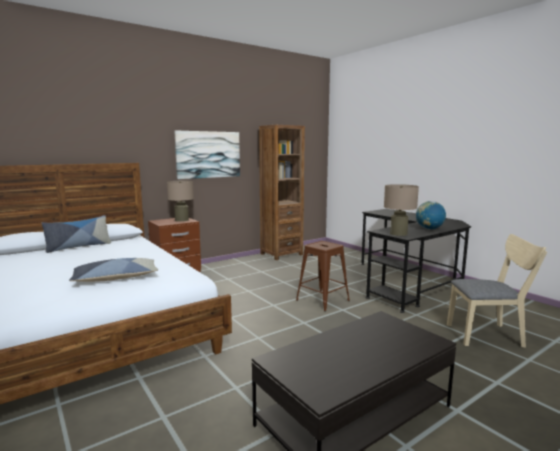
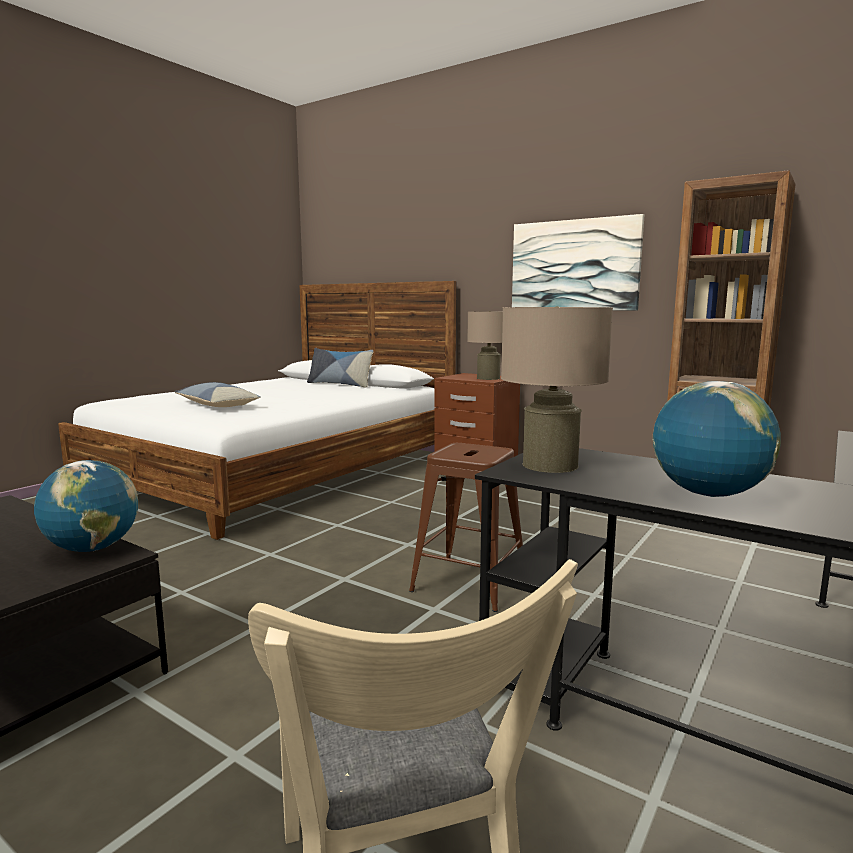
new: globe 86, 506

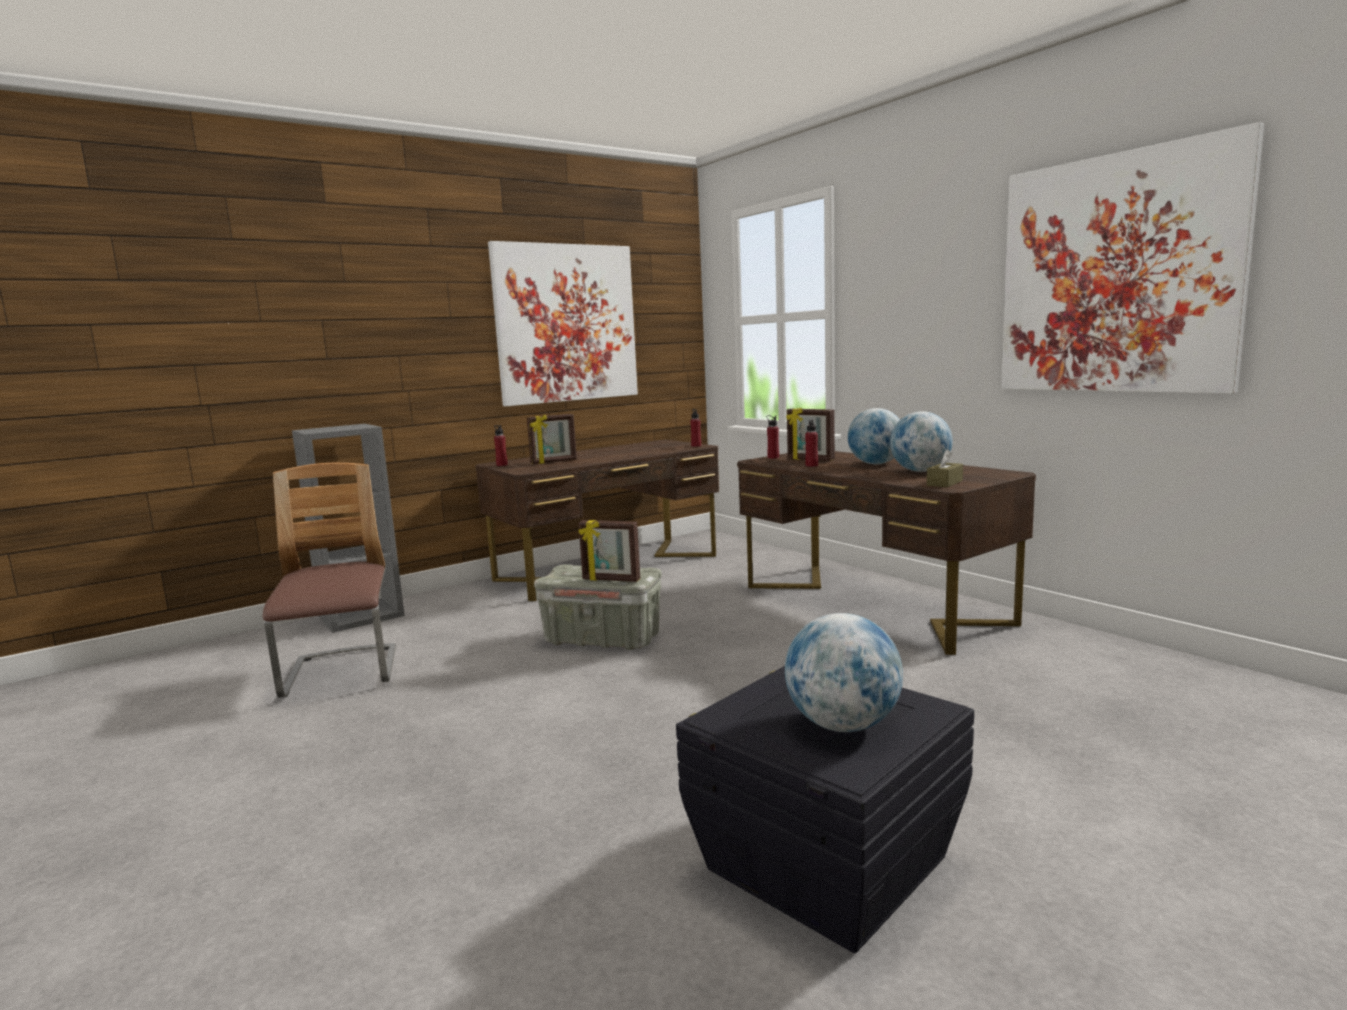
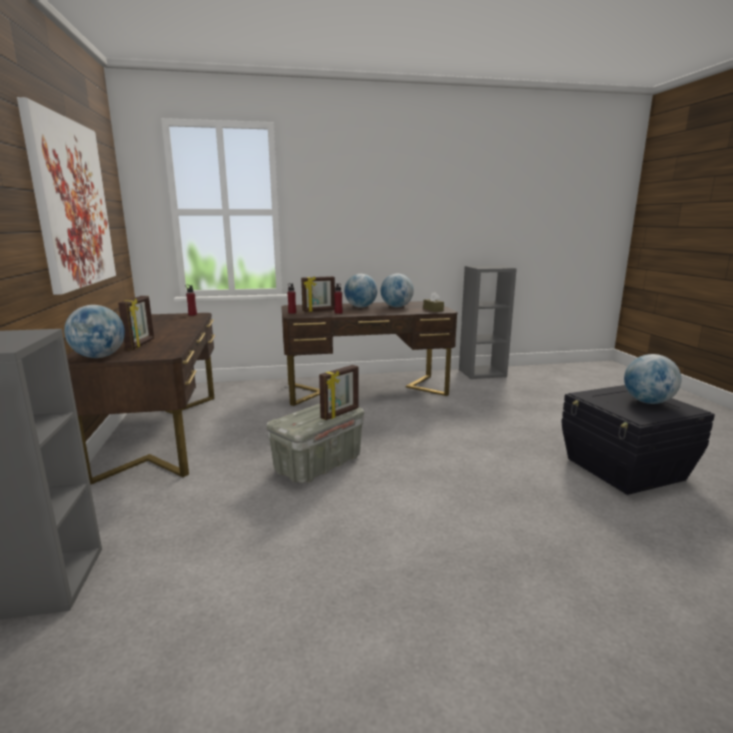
gone: chaise 329, 580; tableau 1132, 258
new: bibliothèque (gris) 488, 322
swapped: bouteille (rouge) 501, 445 to globe 94, 331

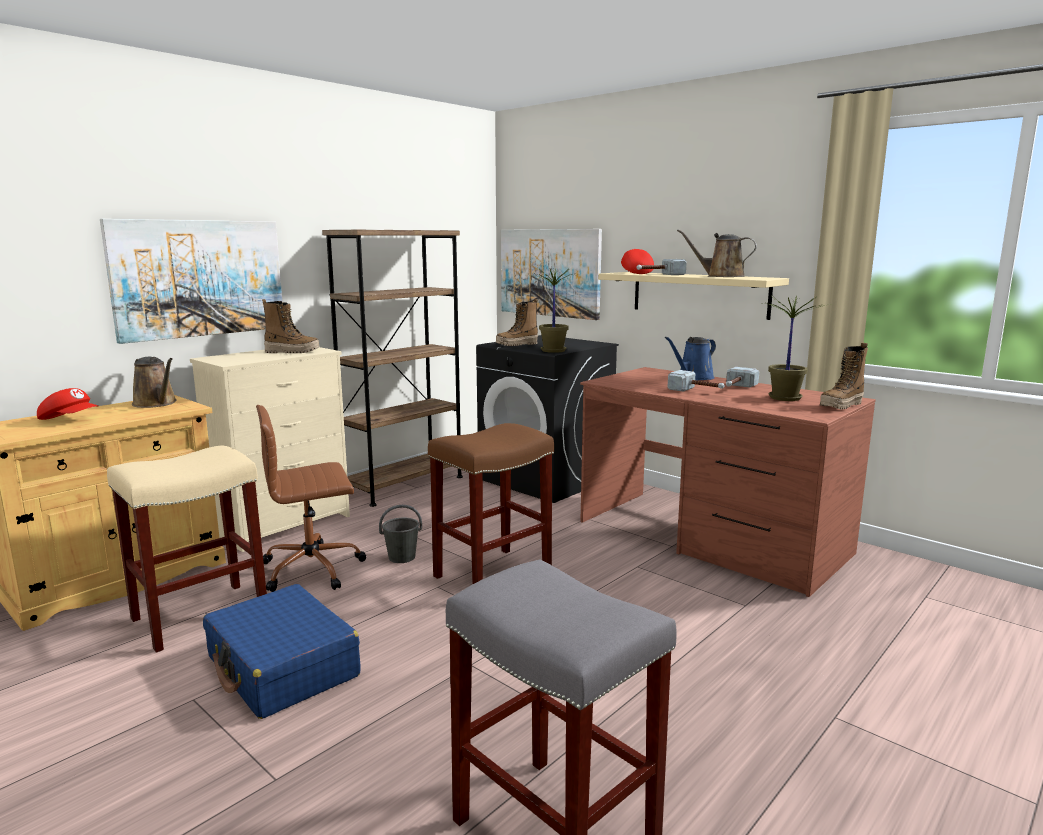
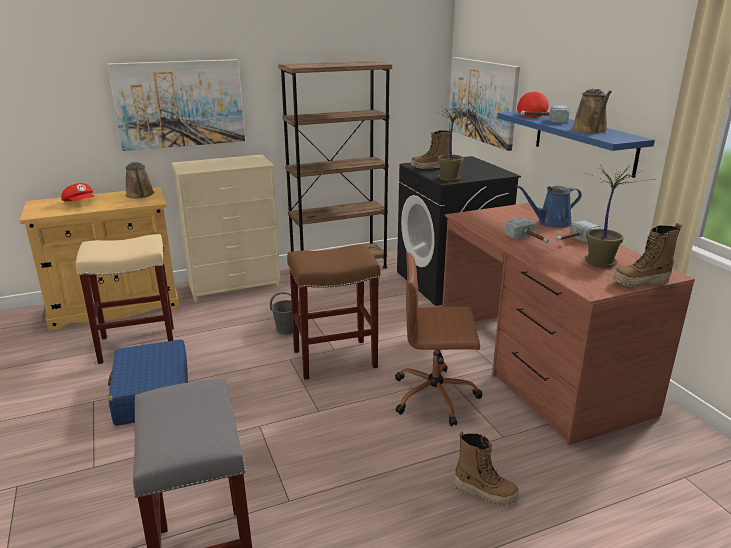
shifted: chaise de bureau (marron) 311, 498 to 439, 339; botte 291, 326 to 486, 468
repainted: étagère (beige) 693, 296 to étagère (bleu) 576, 144
rotated: arrosoir (marron) 717, 253 = 592, 111 135 degrees counterclockwise

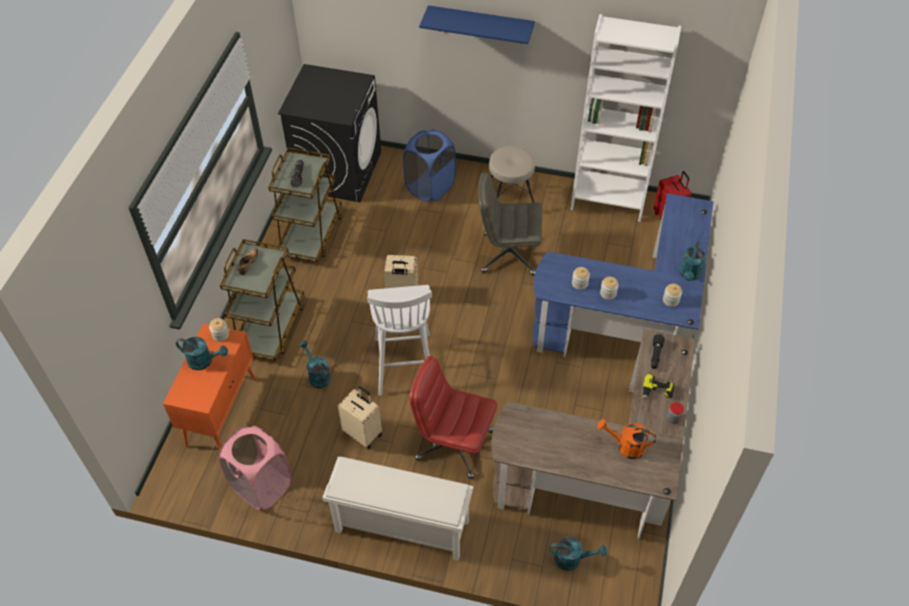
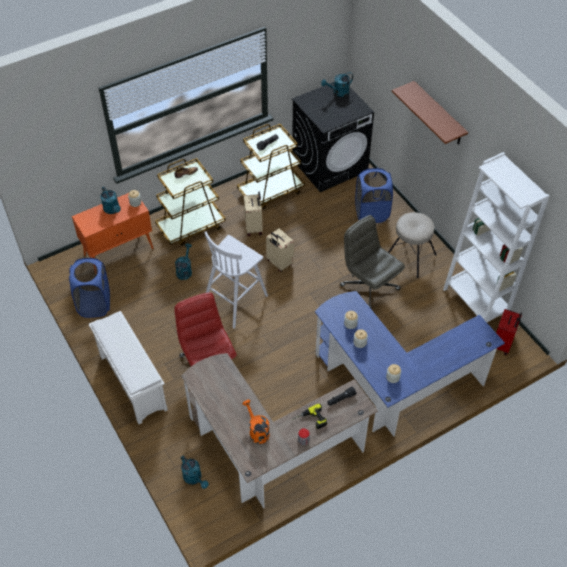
shifted: valise (beige) 360, 417 to 253, 214; arrosoir (turquoise) 692, 261 to 337, 84
repainted: panier à linge (rose) 255, 468 to panier à linge (bleu) 89, 288; étagère (bleu) 477, 24 to étagère (marron) 430, 113

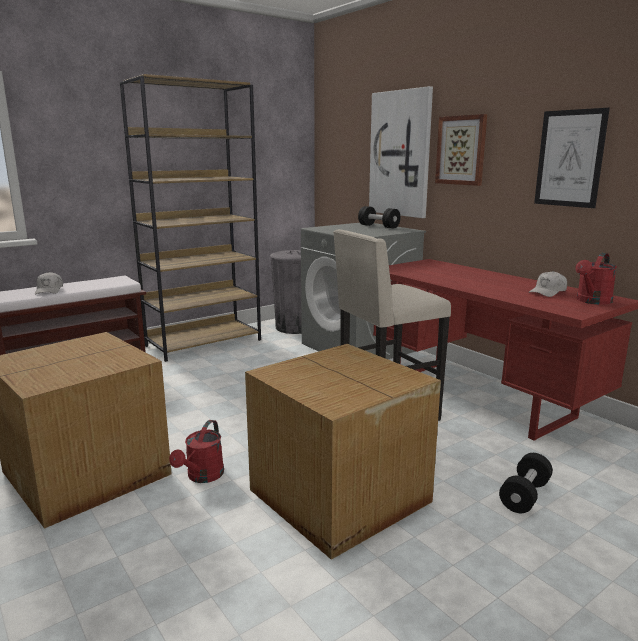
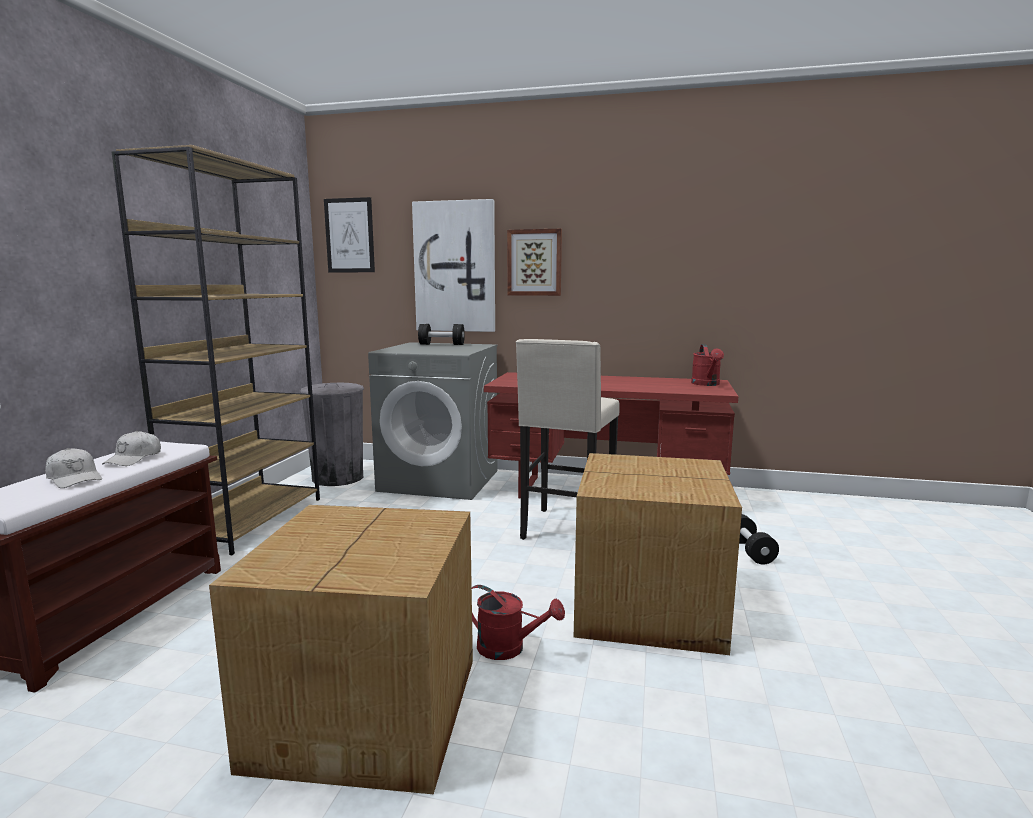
shifted: casquette (blanc) 547, 284 to 131, 448; tableau 572, 158 to 349, 234
rotated: arrosoir (rouge) 196, 451 = 518, 622 45 degrees counterclockwise

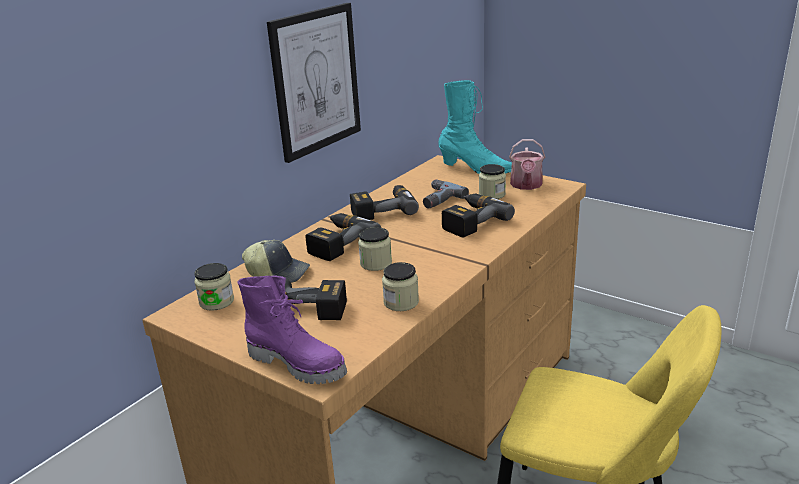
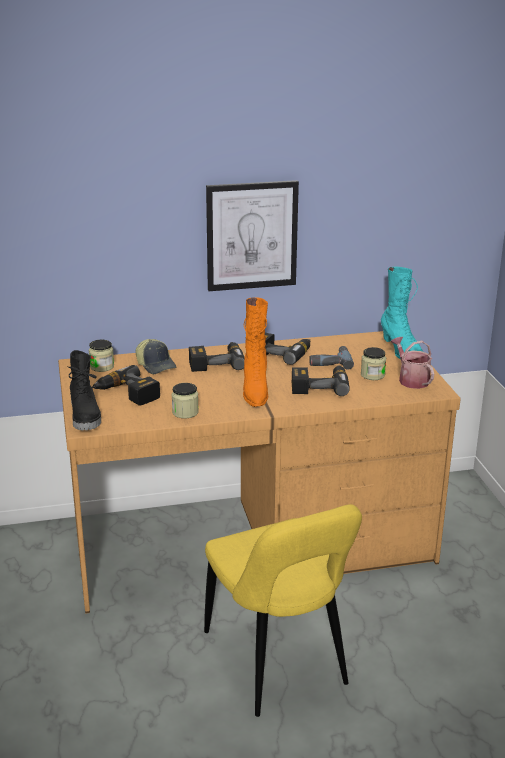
gone: bocal 375, 249
new: botte (orange) 255, 352
repainted: botte (violet) 292, 330 to botte (noir) 85, 390
rotated: arrosoir 527, 164 = 412, 363 105 degrees clockwise

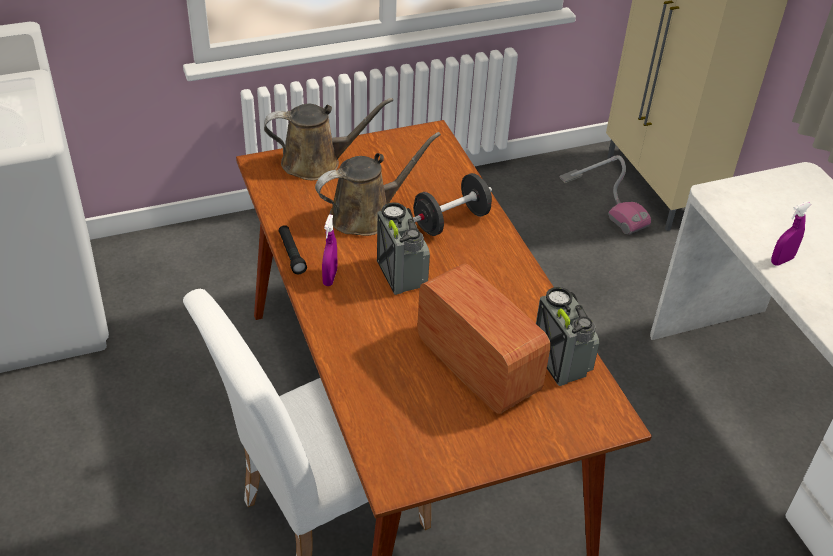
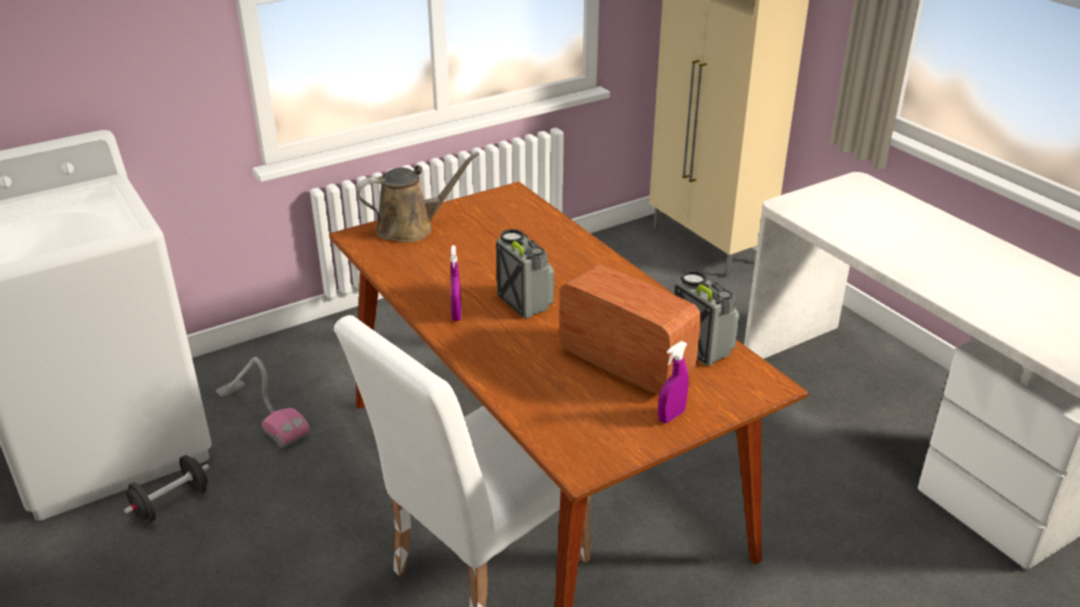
gone: lampe de poche (noir) 293, 249; arrosoir (marron) 378, 184
shifted: haltère (noir) 452, 204 to 166, 489; aspirateur 605, 195 to 263, 402; vaporisateur (violet) 791, 233 to 673, 382

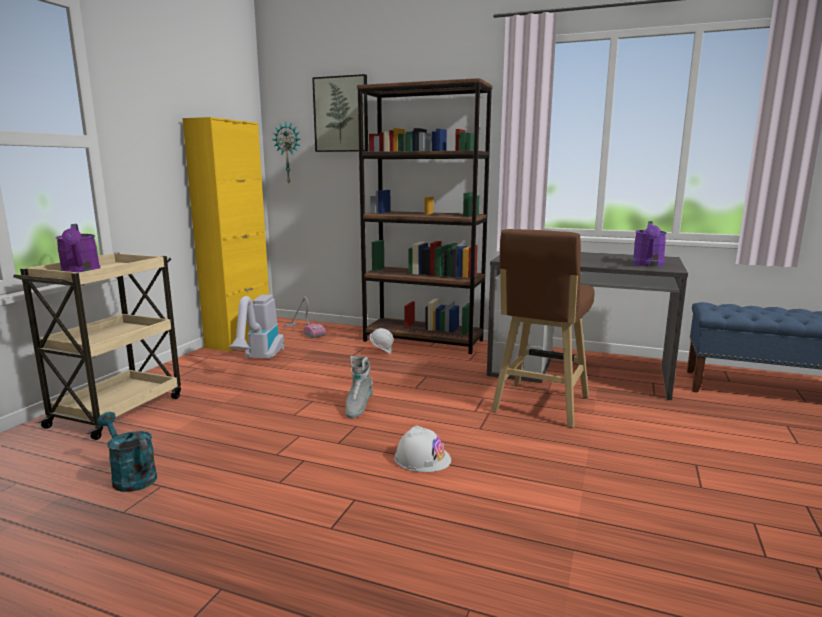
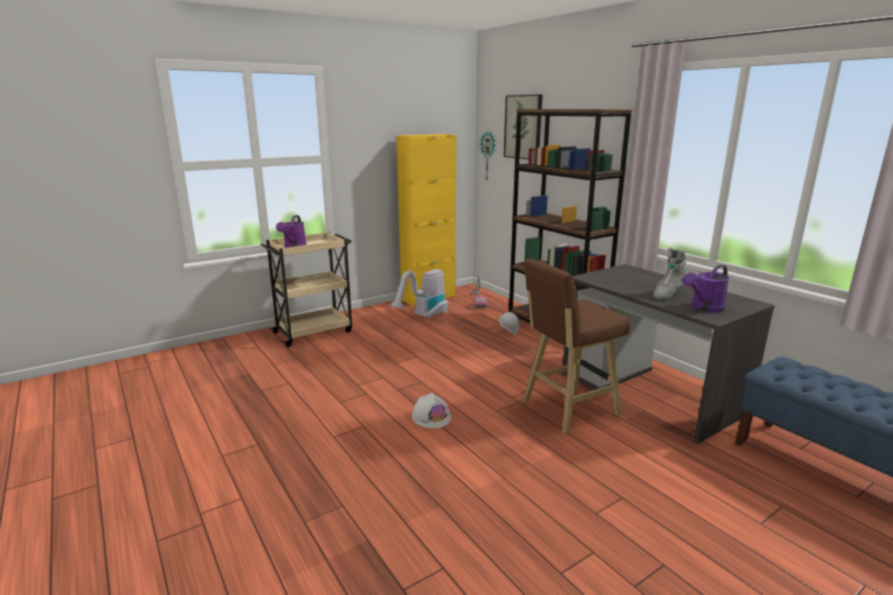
gone: arrosoir (turquoise) 127, 452
shifted: botte (gris) 359, 387 to 670, 273

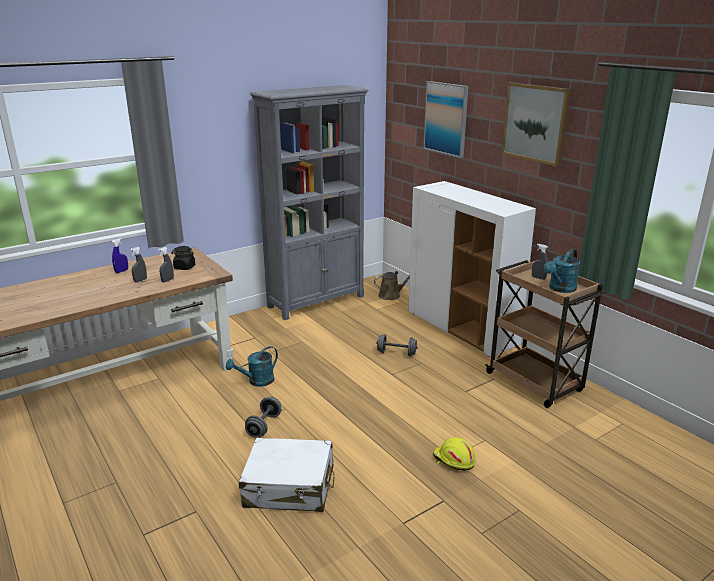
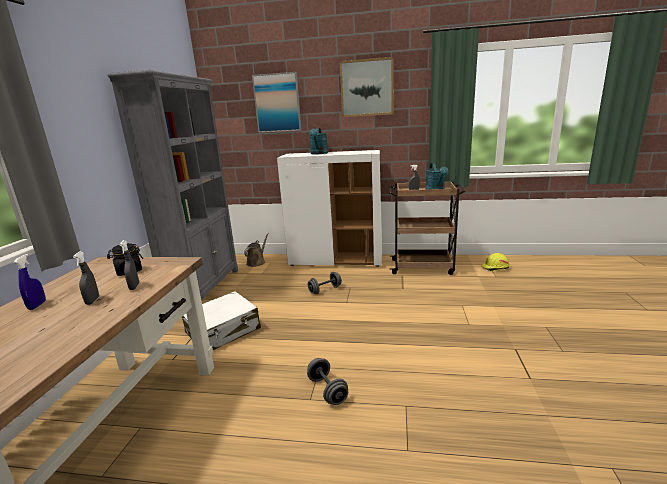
shifted: arrosoir (turquoise) 252, 366 to 318, 141; valise (blanc) 287, 475 to 221, 320; casque de chantier (jaune) 454, 454 to 495, 262

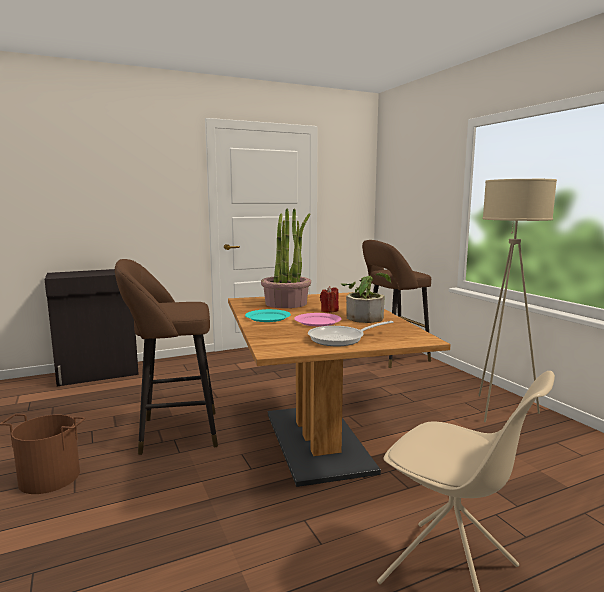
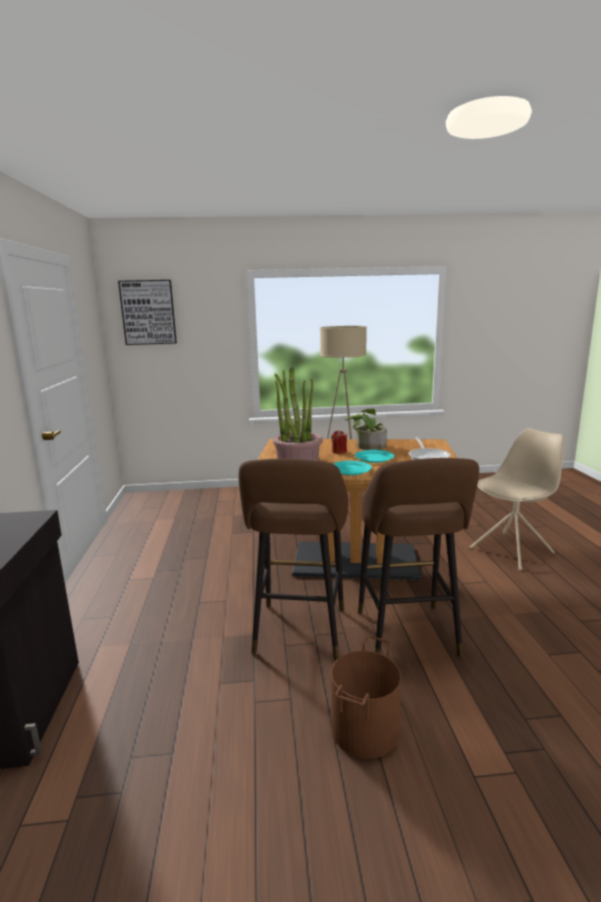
new: tableau 147, 312
shifted: tabouret (marron) 396, 304 to 418, 557
repainted: assiette (rose) 317, 319 to assiette (turquoise) 374, 456

